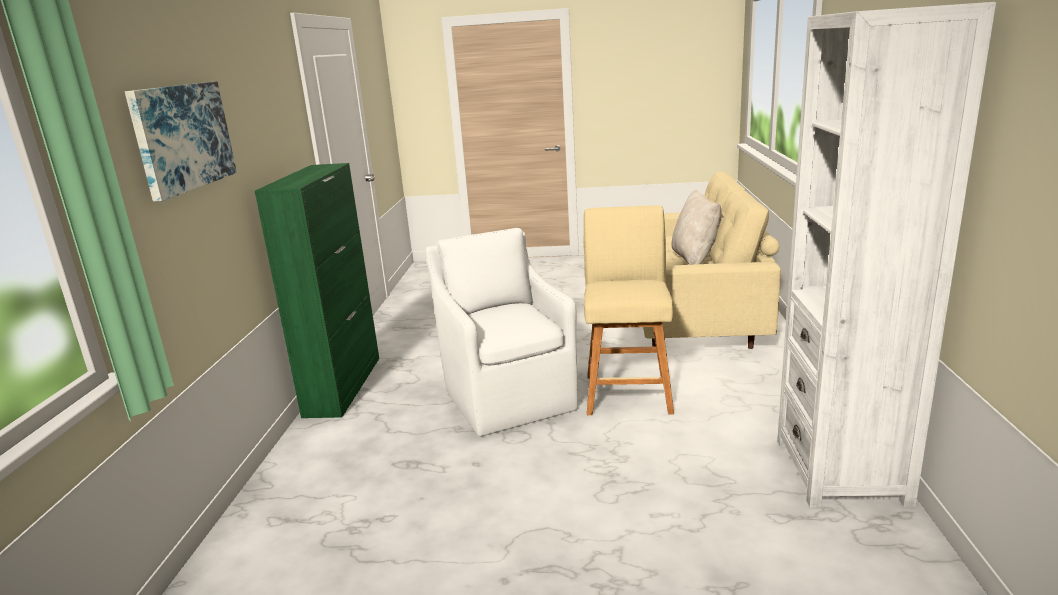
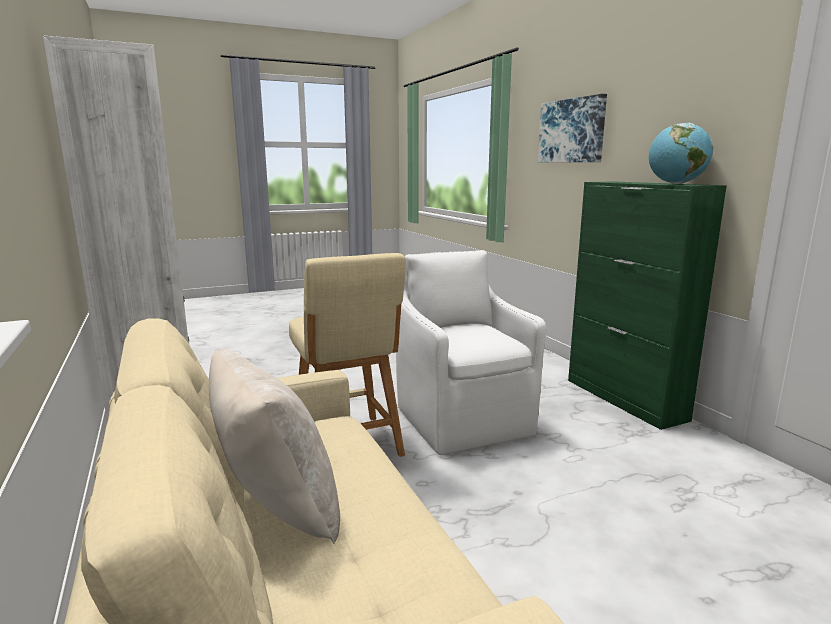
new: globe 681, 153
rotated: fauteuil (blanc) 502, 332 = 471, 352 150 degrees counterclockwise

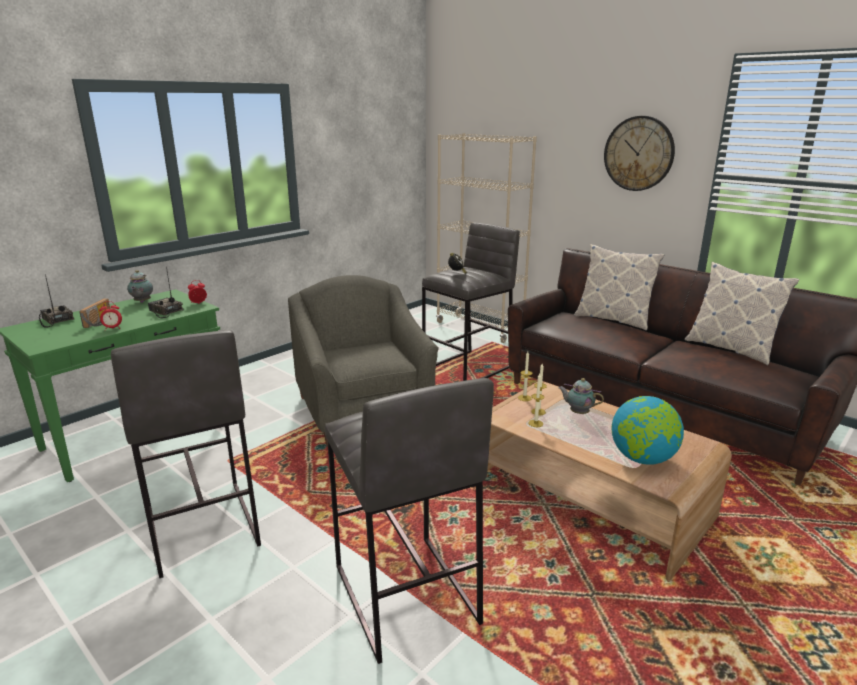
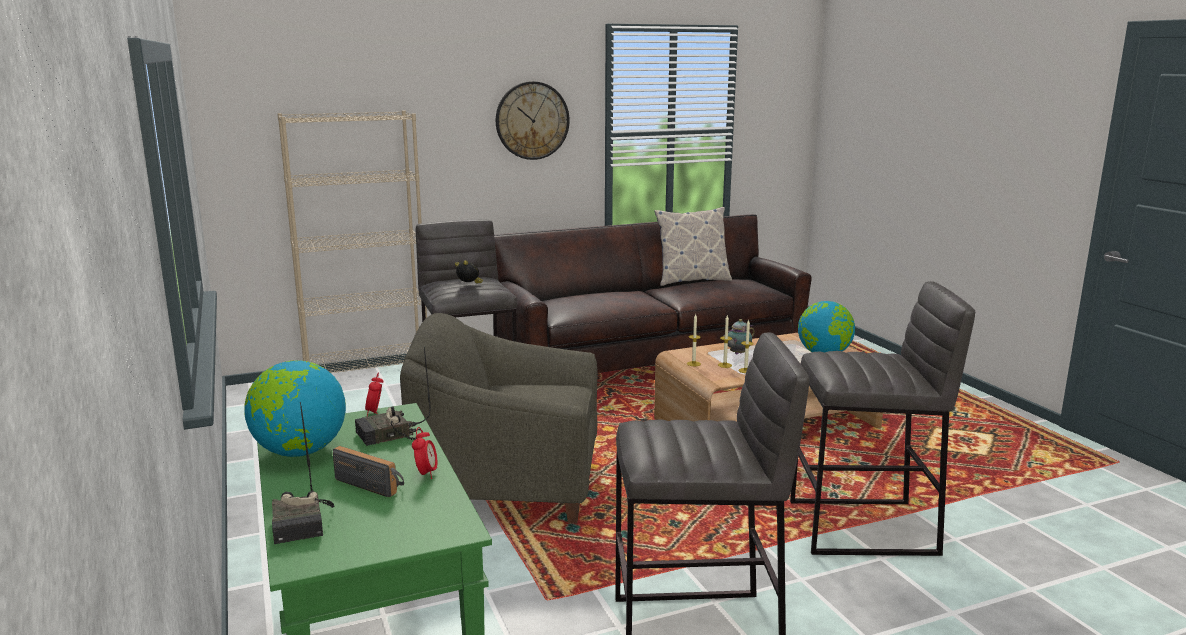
gone: coussin 619, 287
swapped: théière 140, 286 to globe 295, 408
rotated: radio 56, 301 = 303, 473 90 degrees counterclockwise

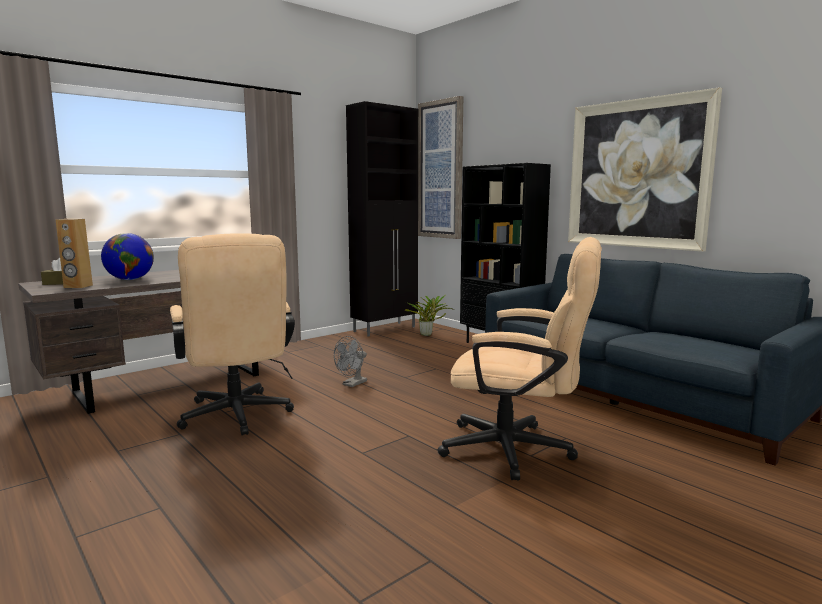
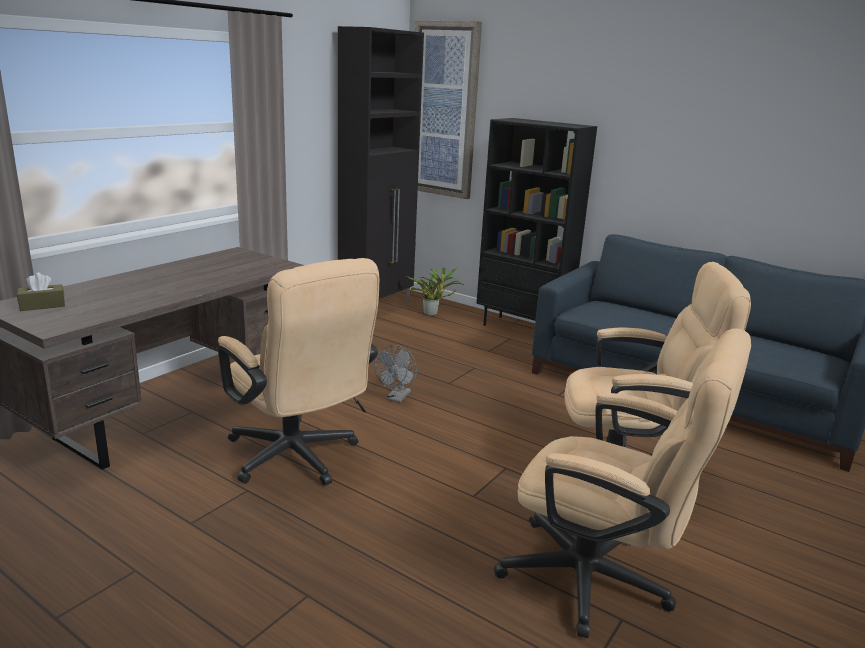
gone: enceinte (marron) 74, 253; globe 127, 256; tableau 645, 169
new: chaise de bureau (beige) 622, 483

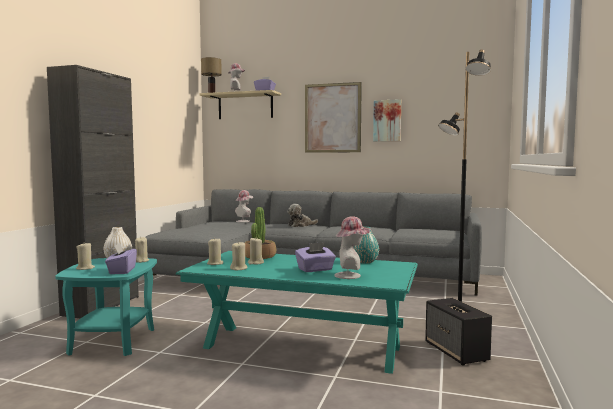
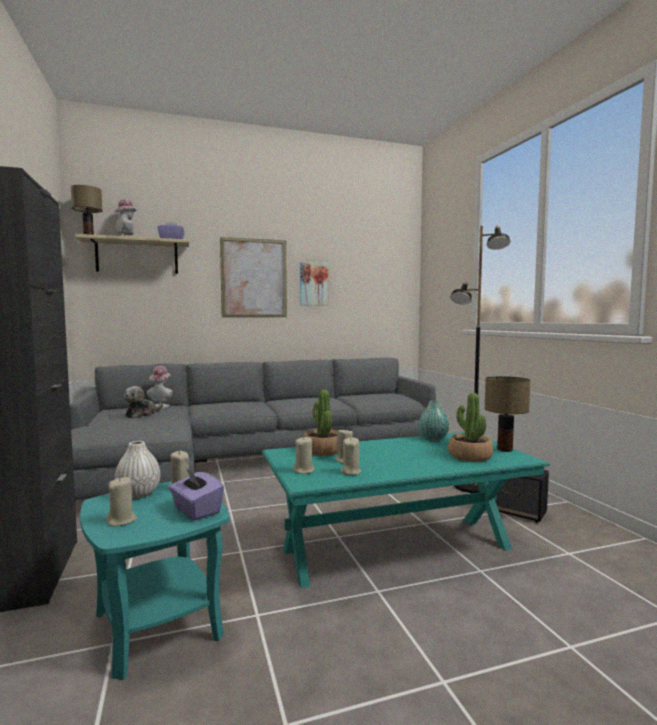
gone: boîte à mouchoirs (violet) 315, 257
new: lampe de table 508, 414
shifted: peluche 302, 215 to 143, 402
swapped: chapeau 352, 247 to plante en pot 470, 427

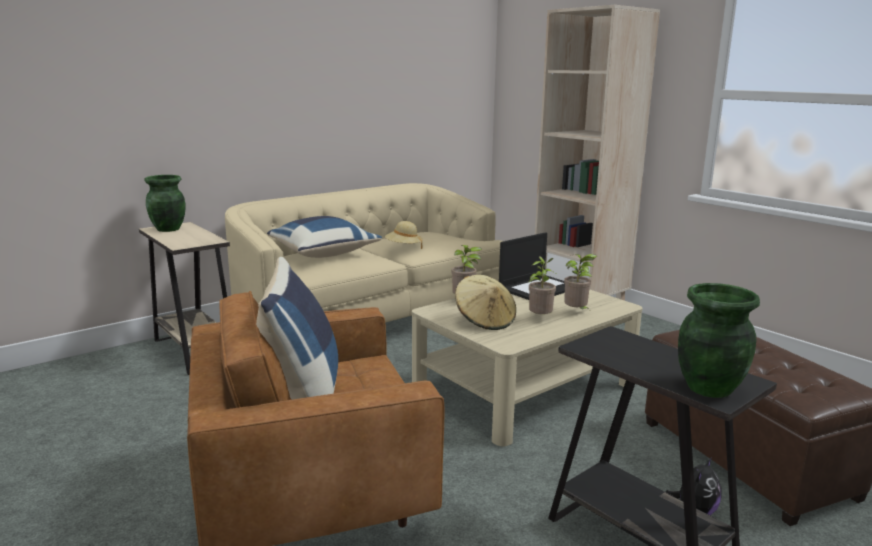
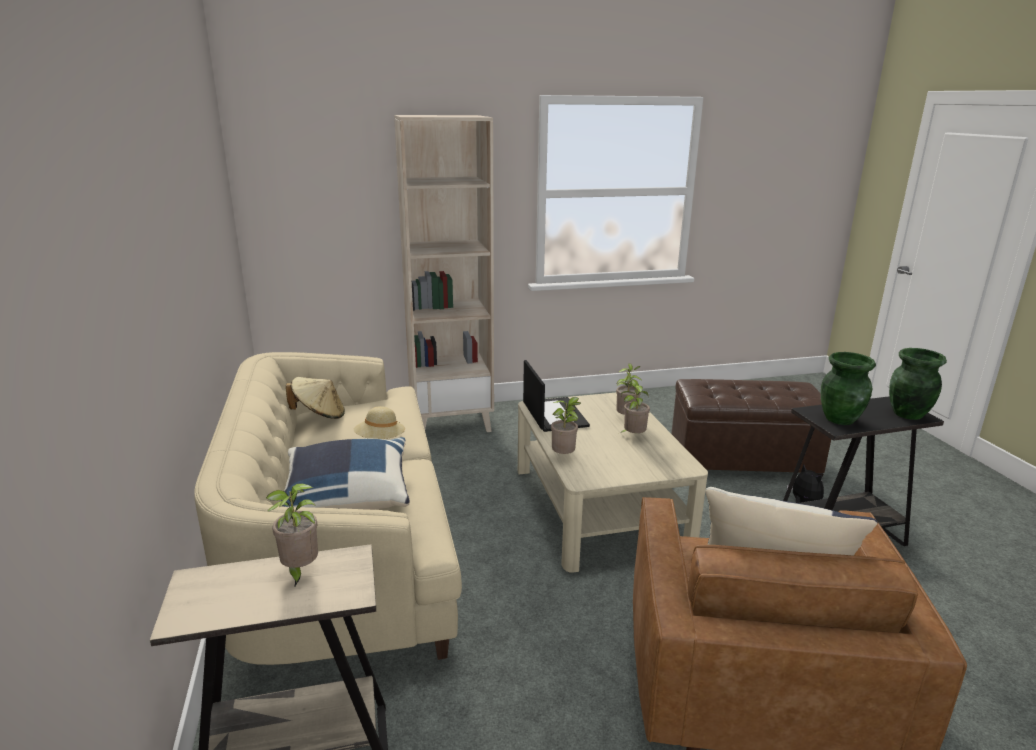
new: plante en pot 292, 535
shifted: vase (vert) 164, 203 to 848, 388; chapeau (beige) 485, 302 to 315, 398

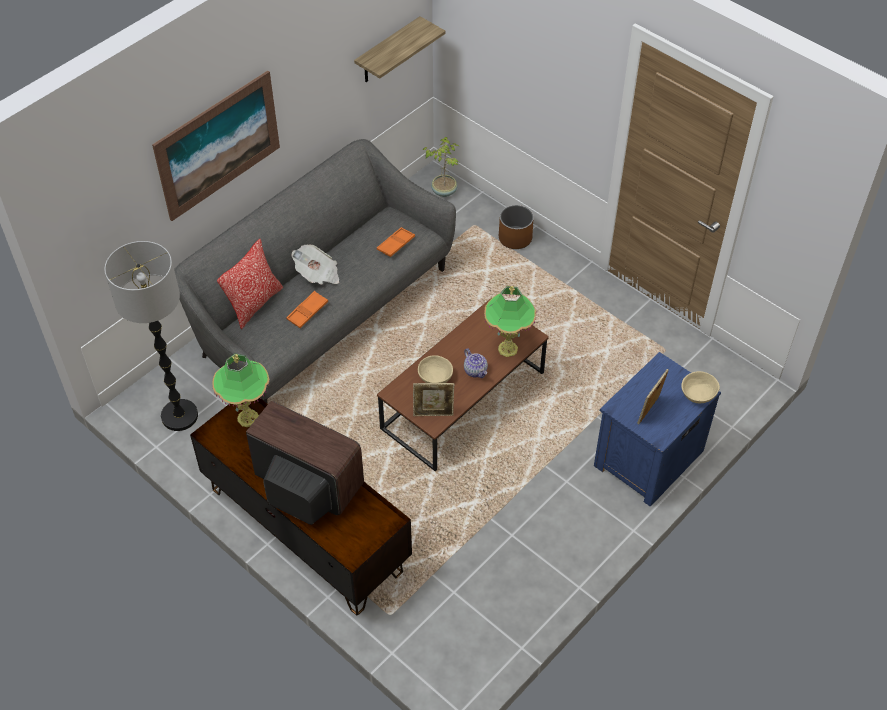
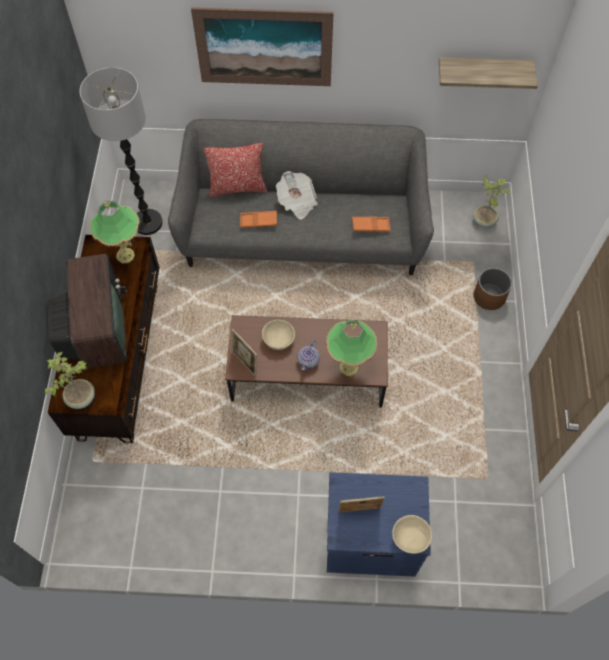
new: plante en pot 69, 380

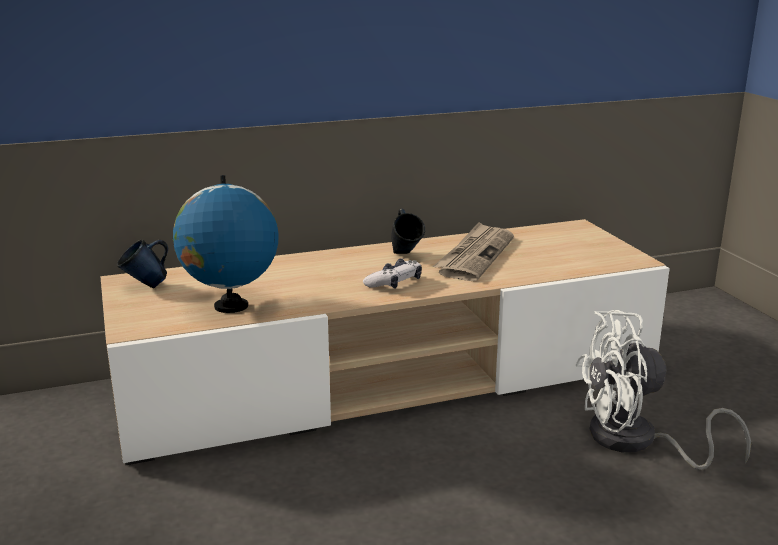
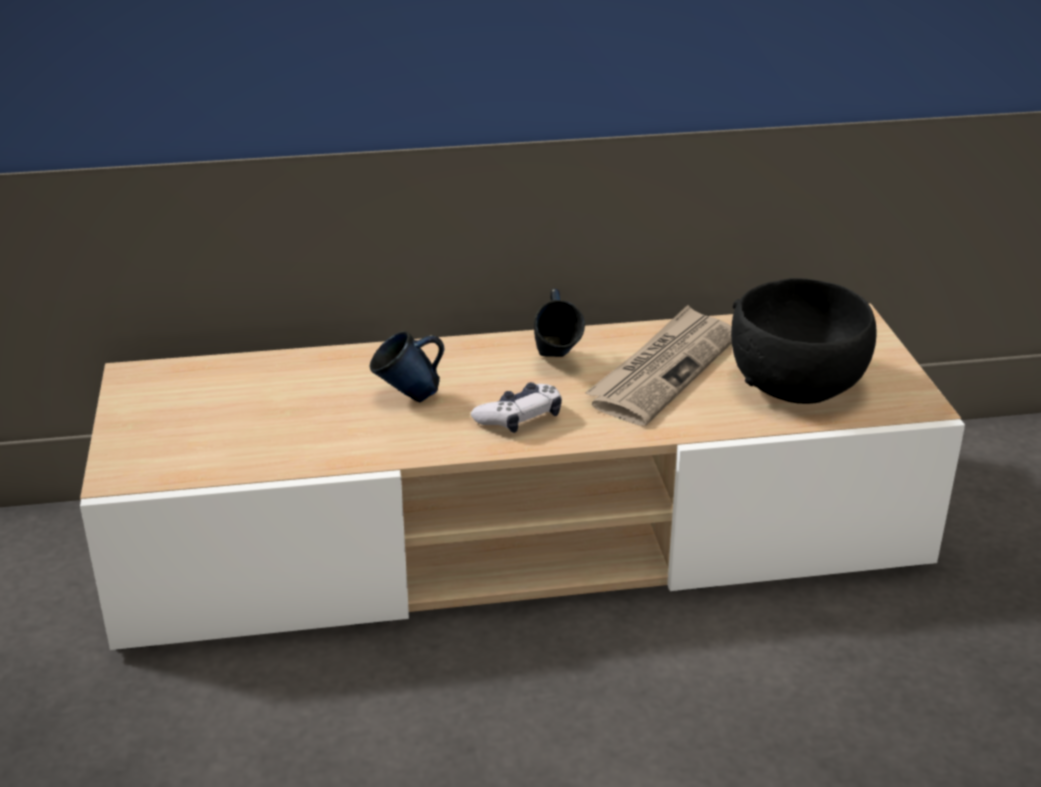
gone: globe 226, 244; ventilateur (blanc) 663, 390
new: bol (noir) 803, 341
shifted: mug (bleu) 142, 264 to 407, 367

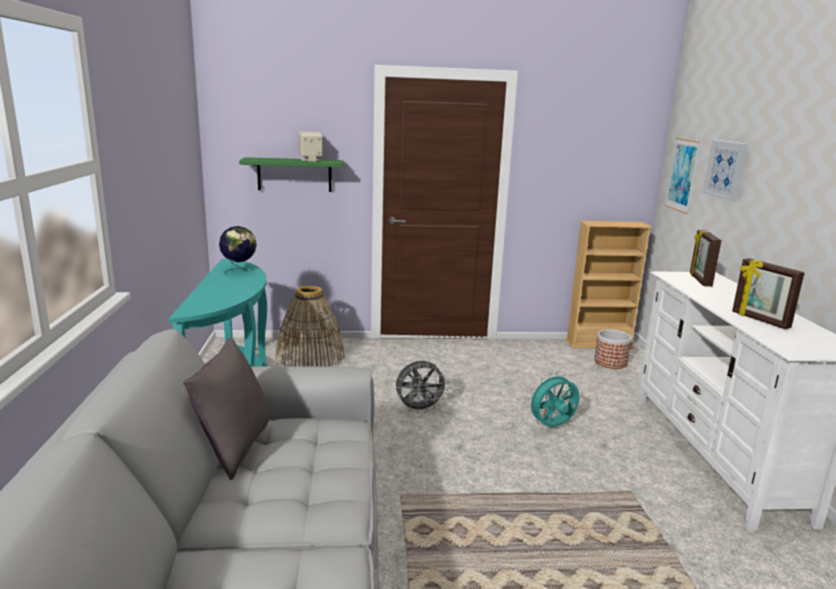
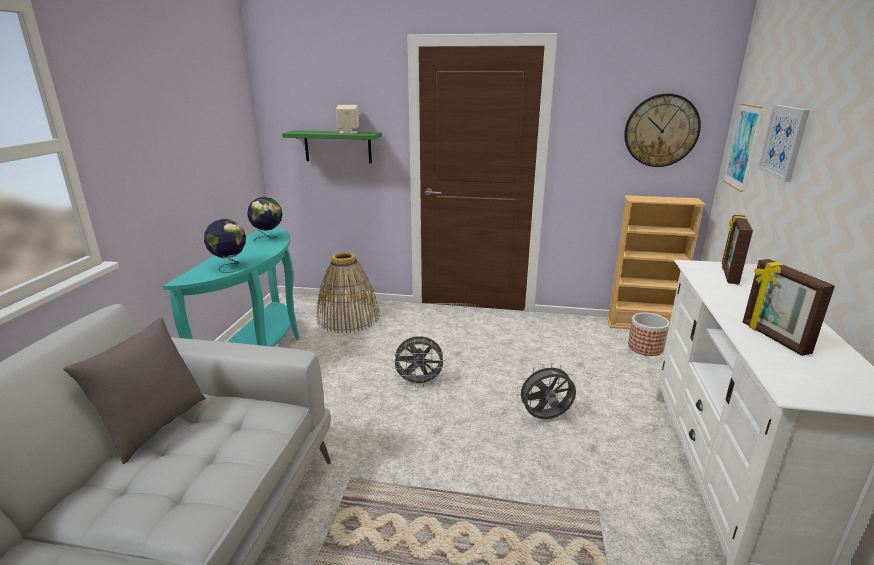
new: globe 225, 246; horloge murale 662, 130
repainted: ventilateur (turquoise) 553, 399 to ventilateur (gris) 546, 391

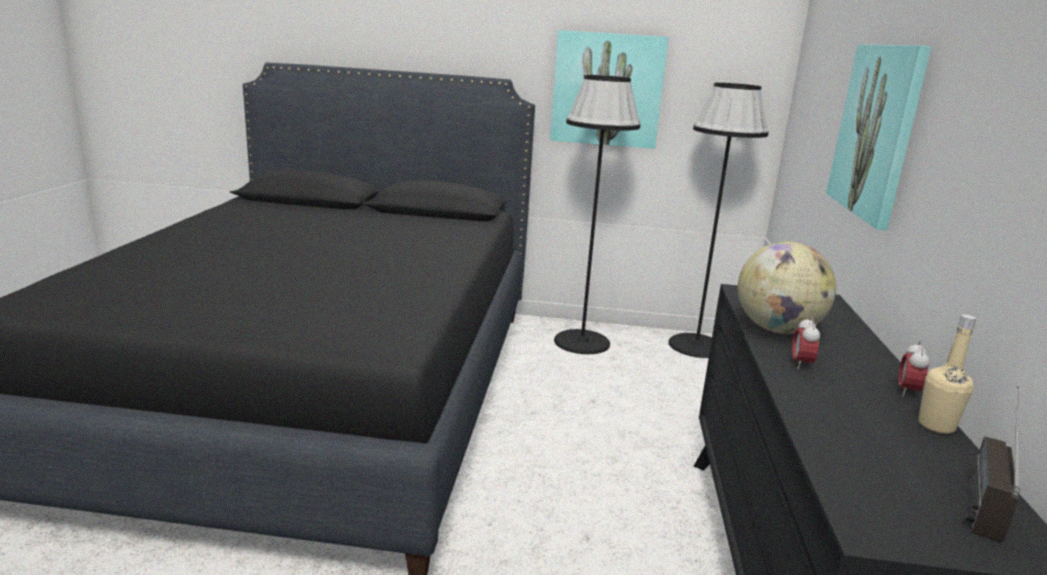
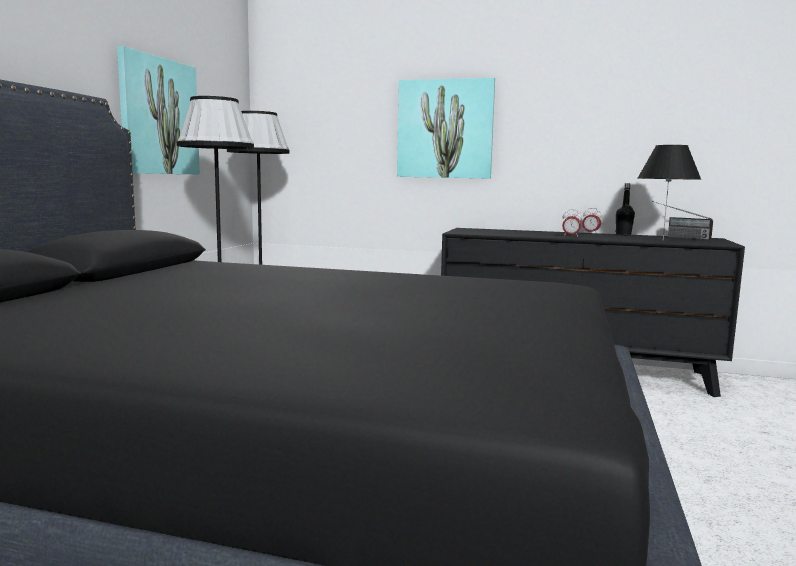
gone: globe 787, 287
new: lampe de table (noir) 669, 192
repainted: bouteille (beige) 947, 374 to bouteille (noir) 625, 209

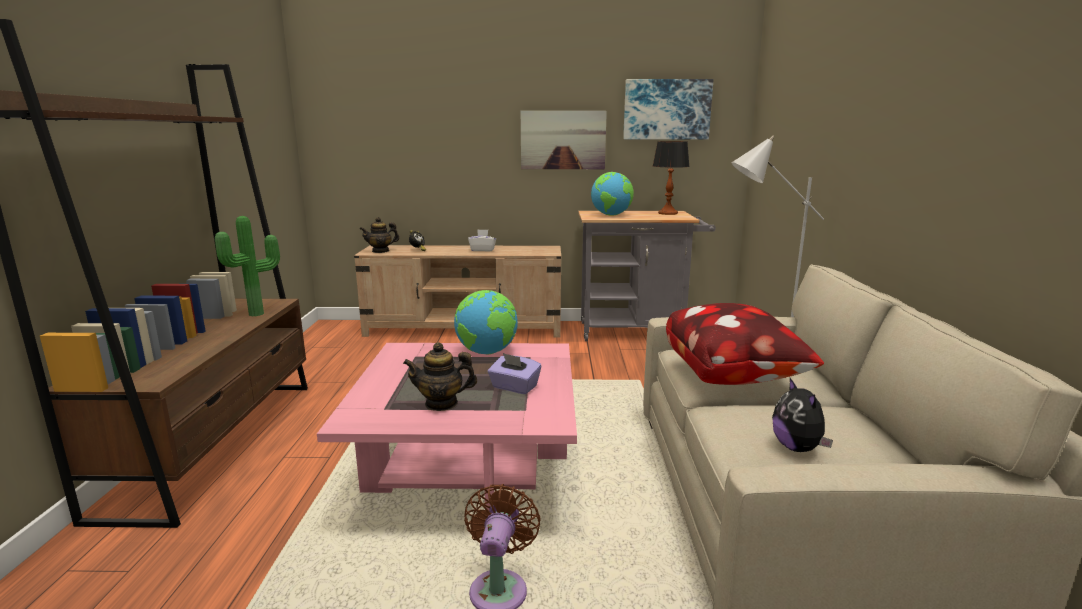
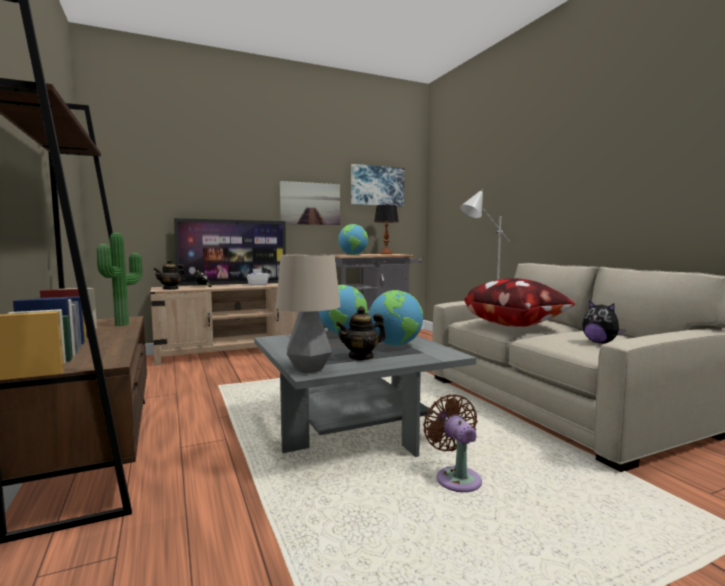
new: téléviseur 230, 251; lampe de table 308, 313
swapped: boîte à mouchoirs (violet) 514, 373 to globe 396, 318
repainted: table basse (rose) 447, 426 to table basse (gris) 365, 394

